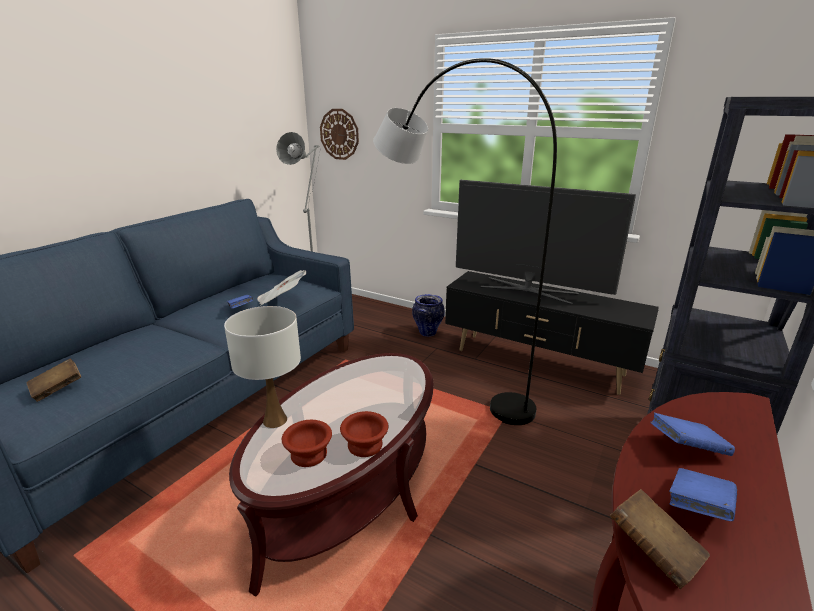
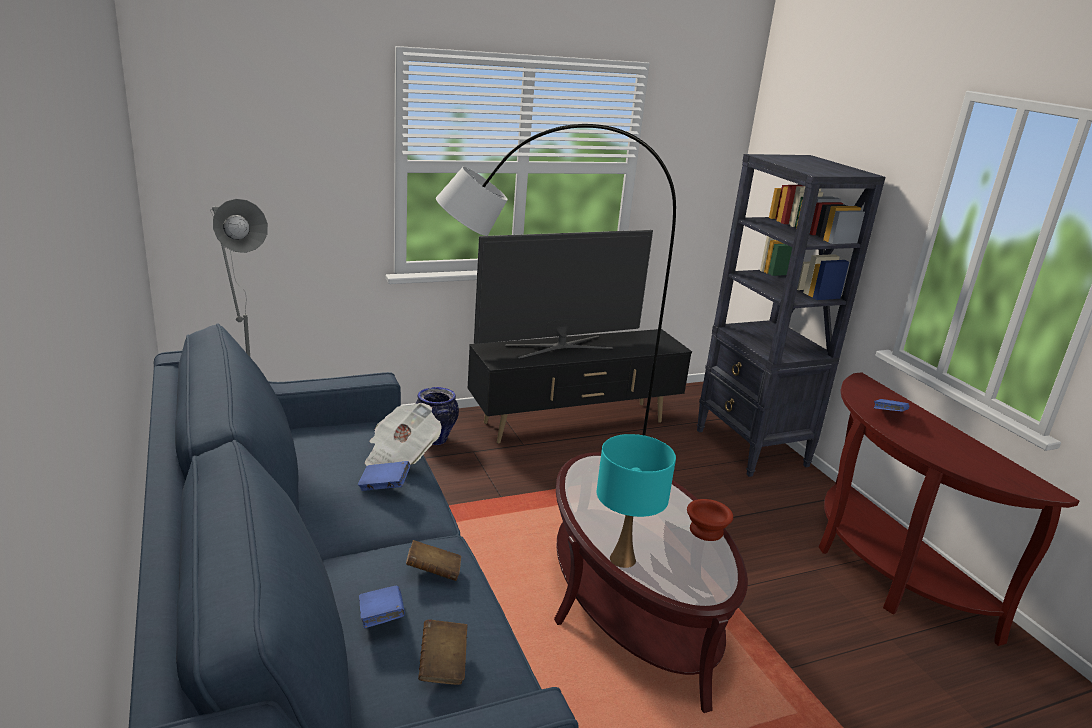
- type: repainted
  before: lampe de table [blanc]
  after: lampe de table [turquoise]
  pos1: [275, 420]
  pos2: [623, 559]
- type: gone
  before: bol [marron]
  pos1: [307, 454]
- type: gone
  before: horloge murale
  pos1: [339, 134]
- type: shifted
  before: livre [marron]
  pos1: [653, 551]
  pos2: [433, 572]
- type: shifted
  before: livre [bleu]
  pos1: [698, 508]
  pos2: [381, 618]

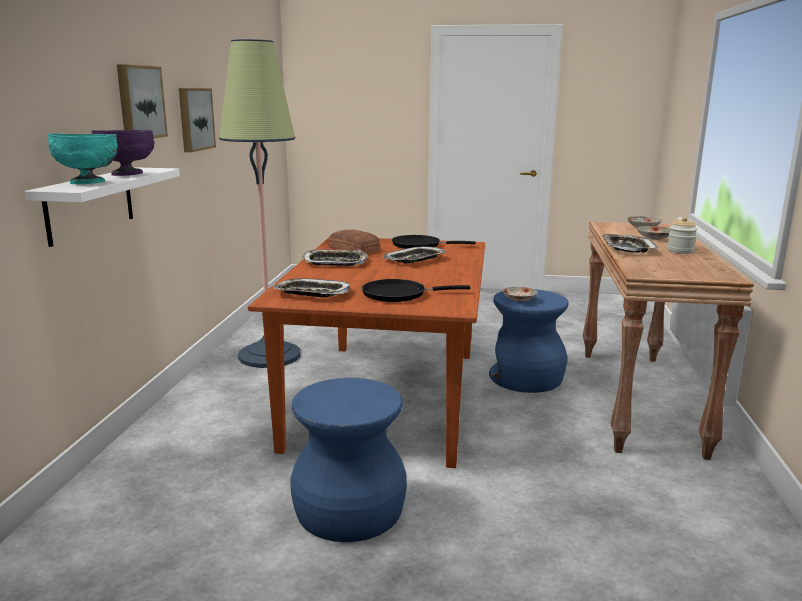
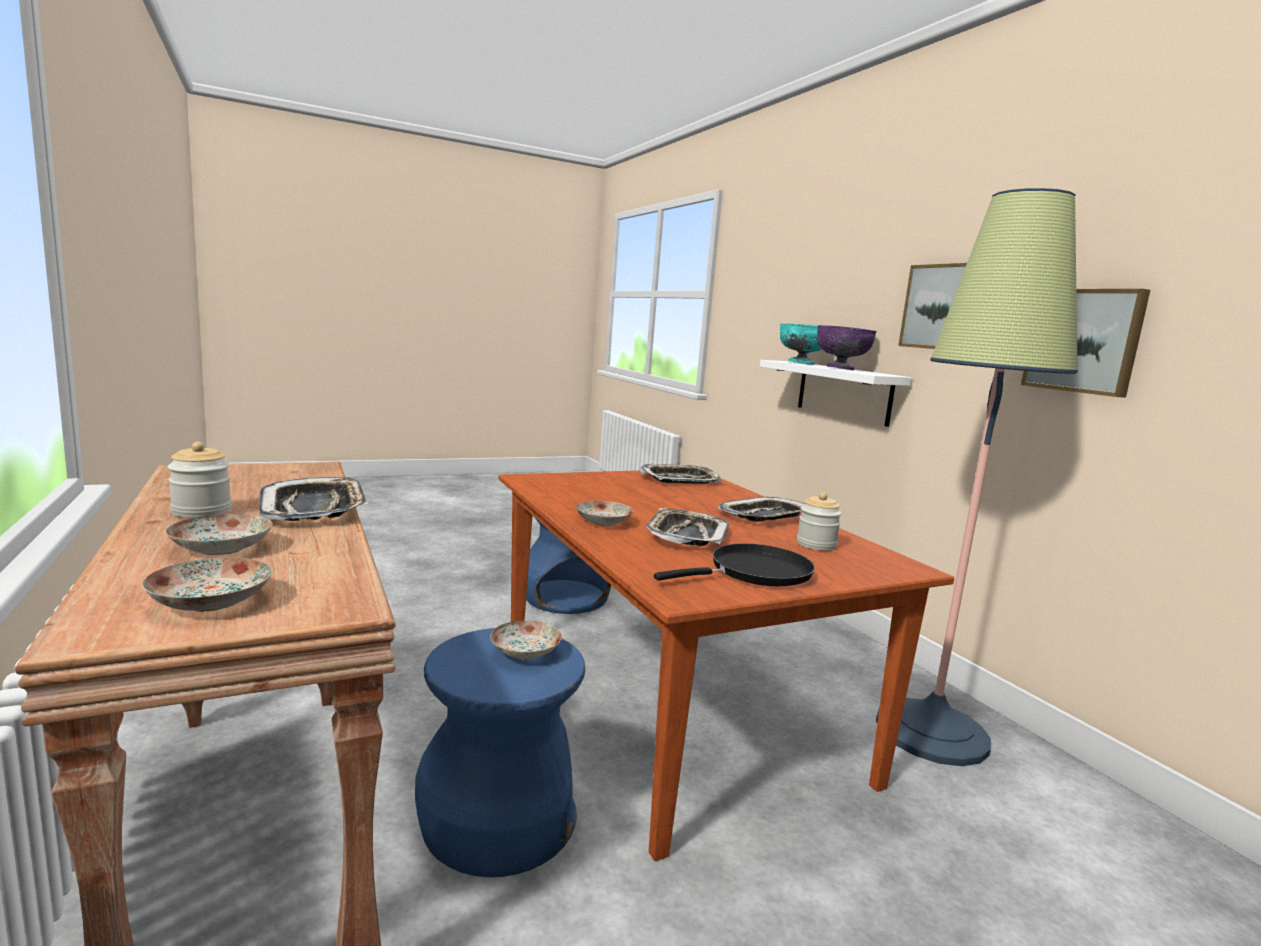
- type: swapped
  before: pain
  after: bocal
  pos1: [354, 249]
  pos2: [816, 544]
- type: gone
  before: poêle [noir]
  pos1: [398, 294]
- type: new
  after: assiette
  pos2: [602, 522]

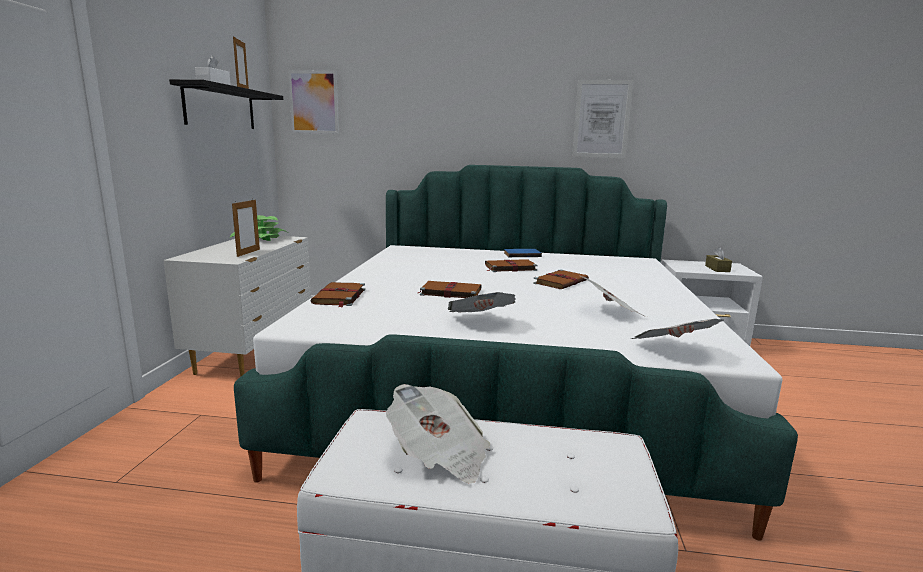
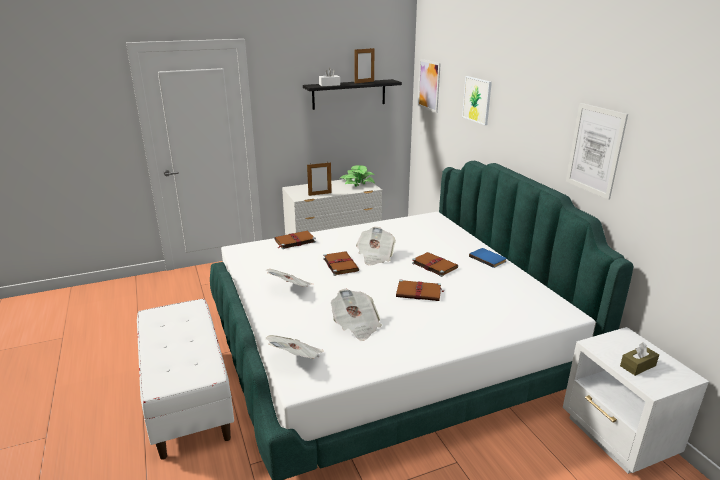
- type: shifted
  before: journal
  pos1: [440, 455]
  pos2: [375, 256]
- type: new
  after: tableau
  pos2: [477, 100]

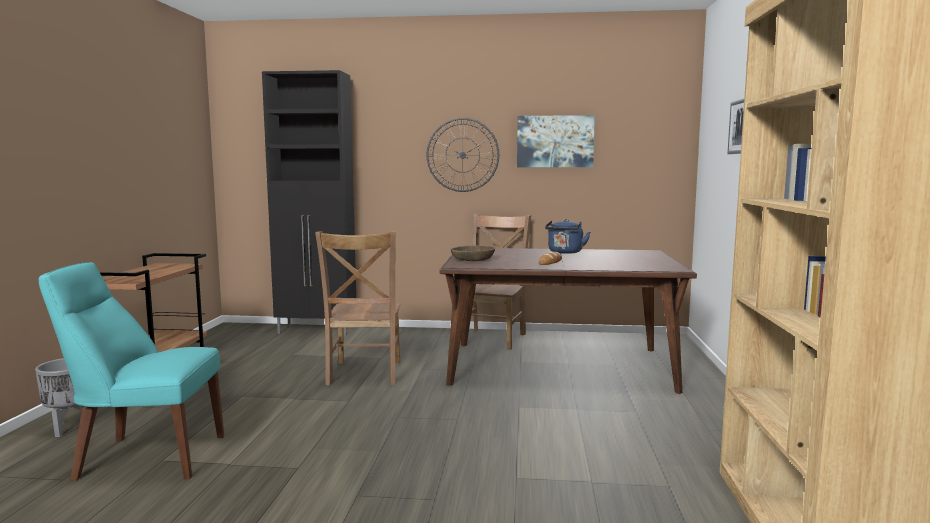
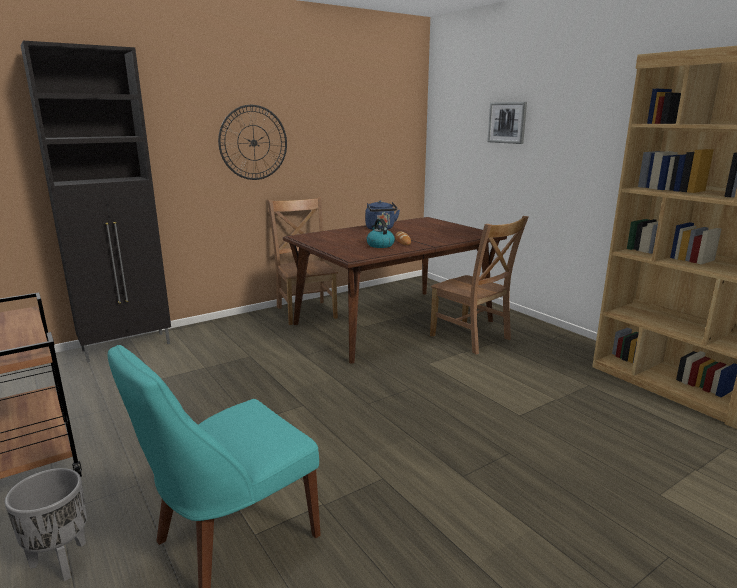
- type: shifted
  before: chaise [marron]
  pos1: [364, 374]
  pos2: [472, 338]
- type: gone
  before: bol [marron]
  pos1: [472, 259]
- type: gone
  before: tableau
  pos1: [555, 141]
- type: new
  after: bouilloire
  pos2: [380, 245]

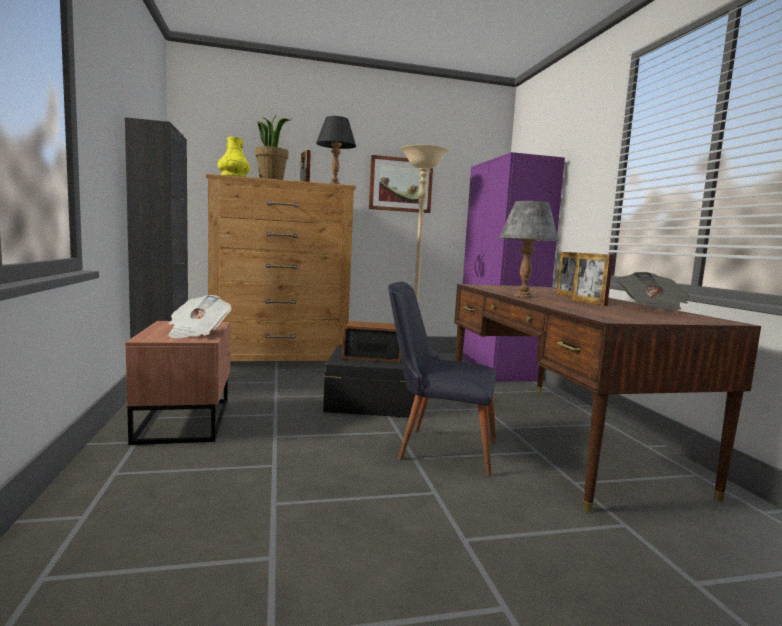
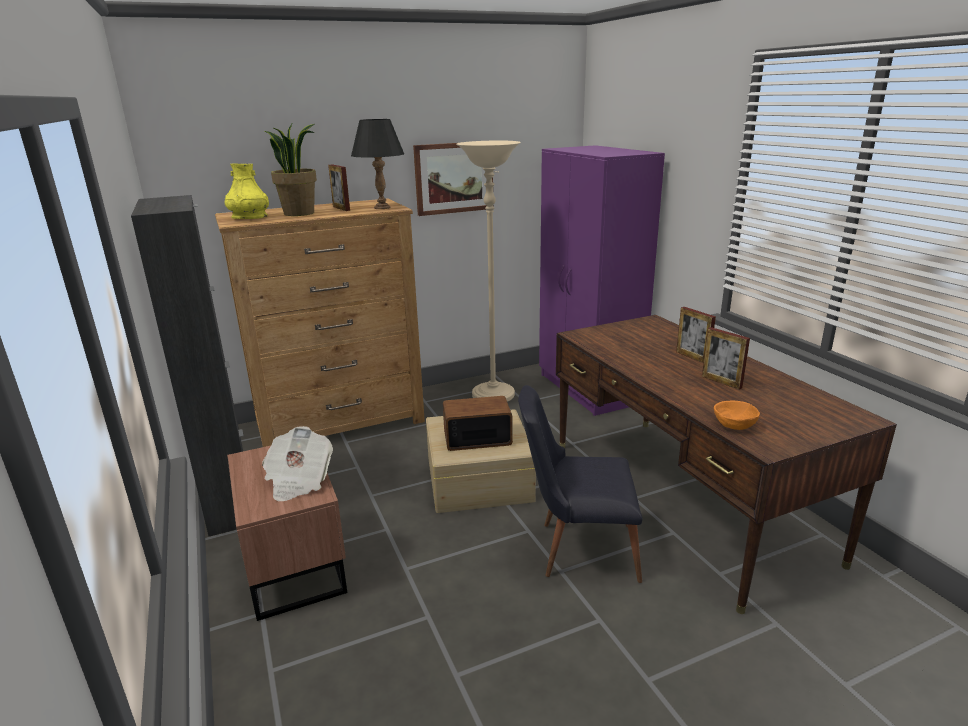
- type: repainted
  before: boîte de rangement [noir]
  after: boîte de rangement [beige]
  pos1: [371, 400]
  pos2: [478, 479]
- type: gone
  before: lampe de table [gris]
  pos1: [523, 296]
- type: gone
  before: journal
  pos1: [652, 310]
- type: new
  after: bol [orange]
  pos2: [734, 425]

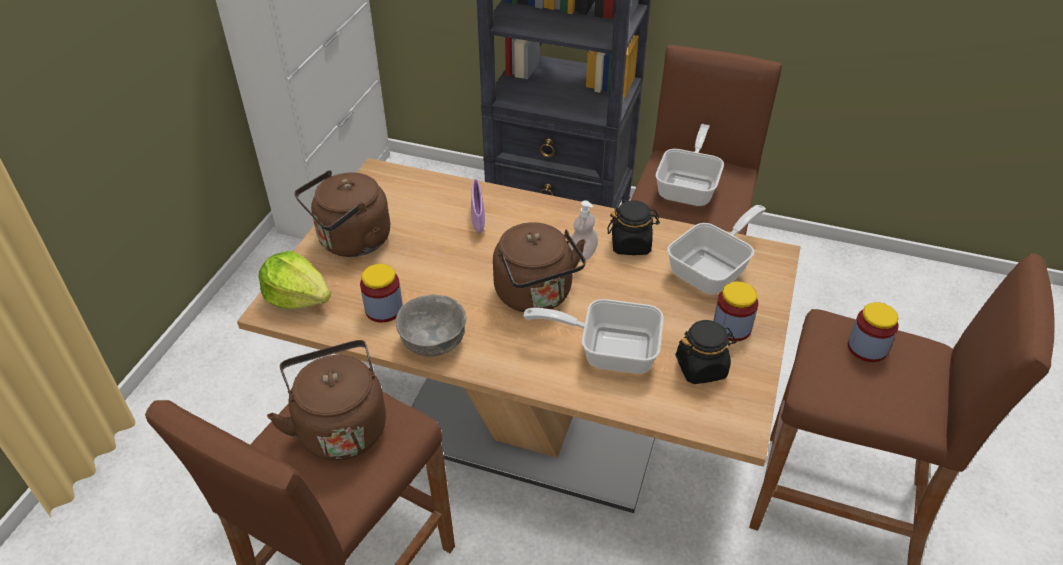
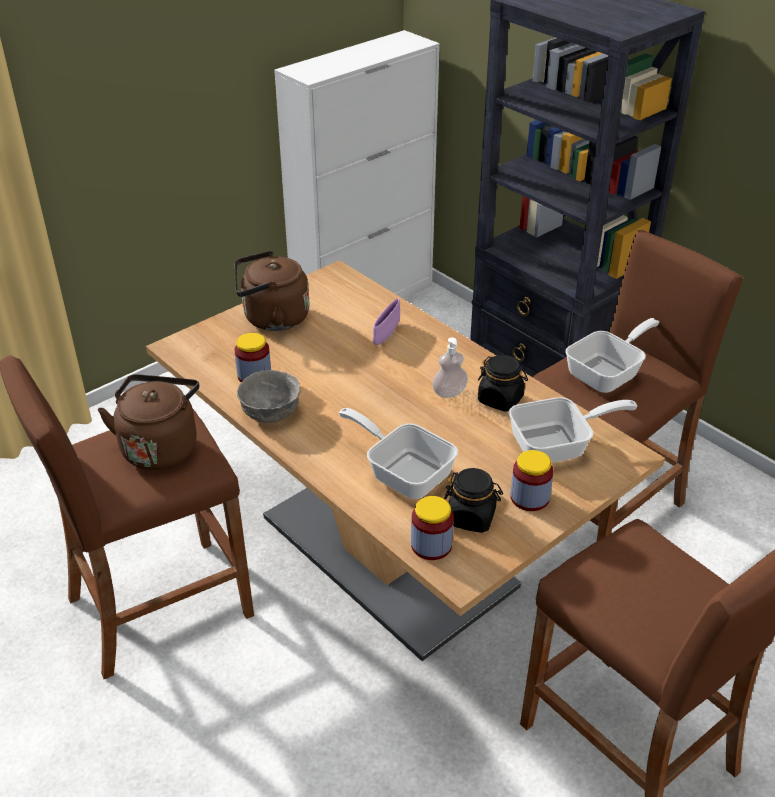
- type: gone
  before: laitue
  pos1: [298, 297]
- type: gone
  before: bouilloire [marron]
  pos1: [536, 296]
- type: shifted
  before: bocal
  pos1: [867, 348]
  pos2: [431, 545]

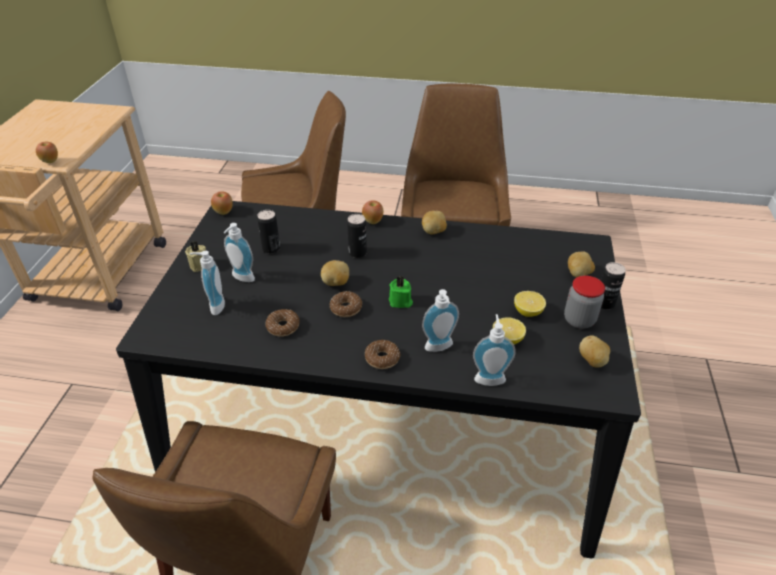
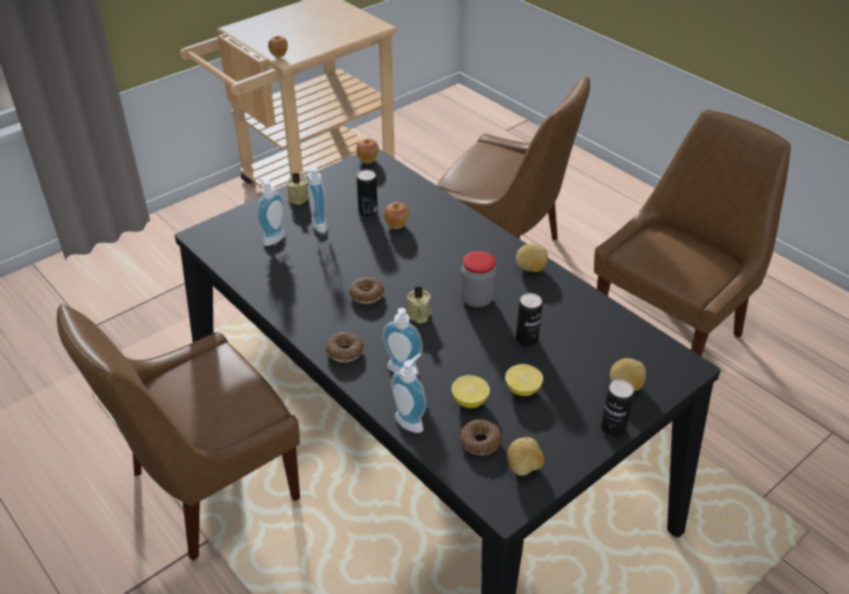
- type: shifted
  before: beignet
  pos1: [283, 327]
  pos2: [480, 442]
- type: gone
  before: pomme de terre
  pos1: [336, 283]
- type: shifted
  before: boîte métallique
  pos1: [357, 253]
  pos2: [527, 339]
- type: shifted
  before: pomme
  pos1: [373, 221]
  pos2: [397, 226]
- type: repainted
  before: bougie [vert]
  after: bougie [beige]
  pos1: [400, 301]
  pos2: [418, 315]
- type: shifted
  before: bocal
  pos1: [579, 320]
  pos2: [477, 299]

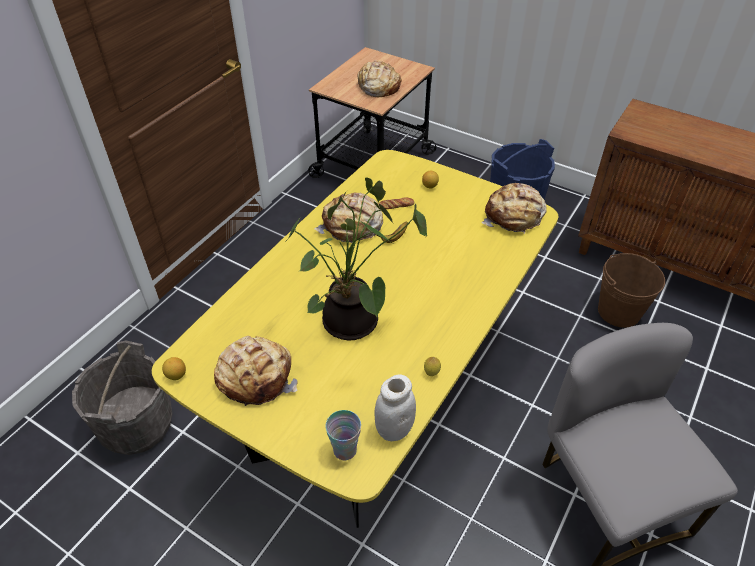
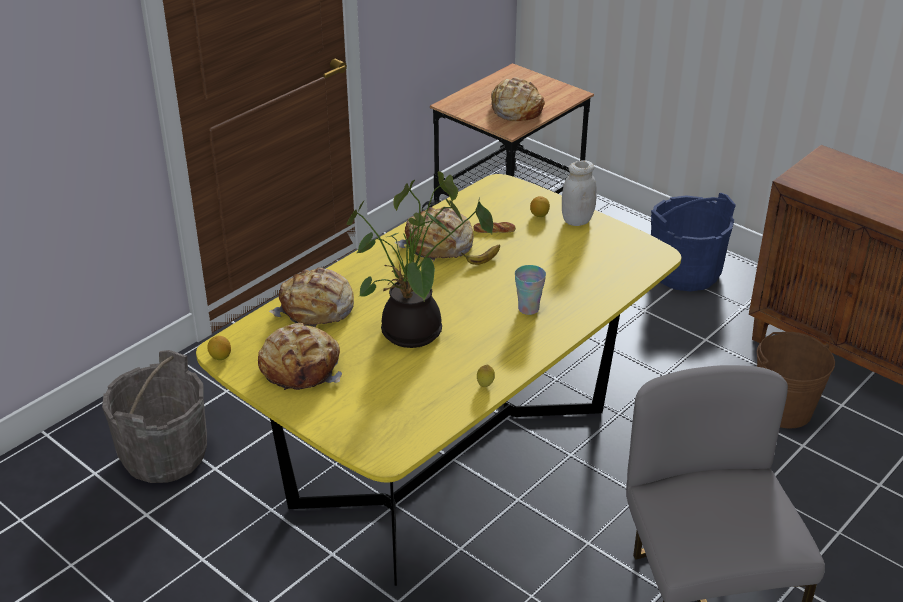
- type: shifted
  before: tasse
  pos1: [345, 450]
  pos2: [528, 308]
- type: shifted
  before: bocal [blanc]
  pos1: [394, 429]
  pos2: [577, 220]
- type: shifted
  before: pain
  pos1: [514, 216]
  pos2: [317, 309]

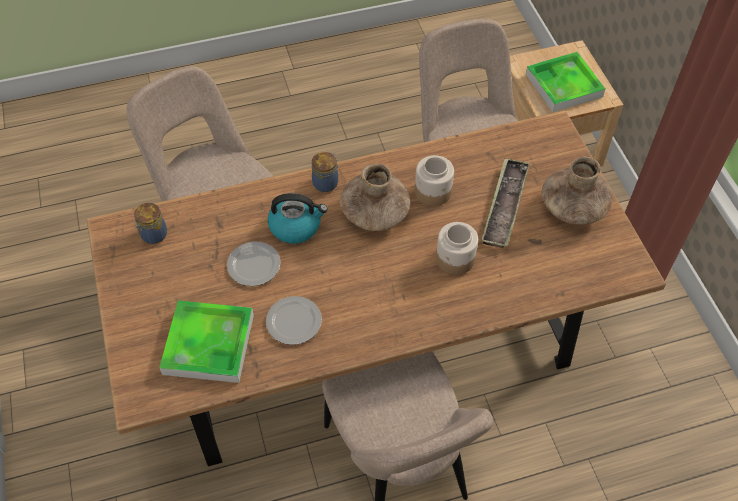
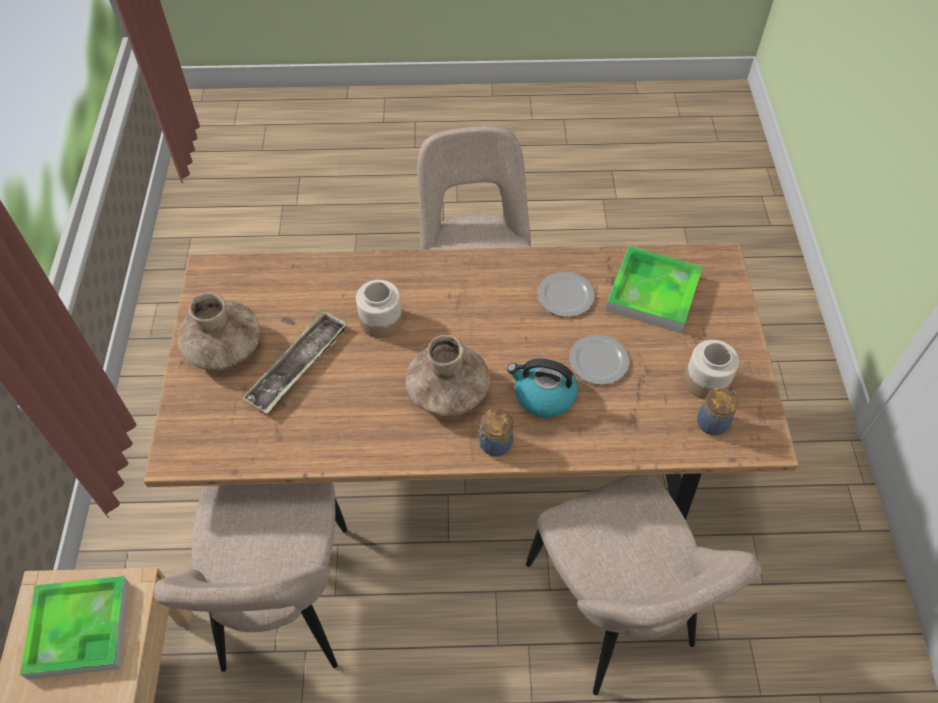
- type: shifted
  before: bocal
  pos1: [433, 192]
  pos2: [705, 381]

